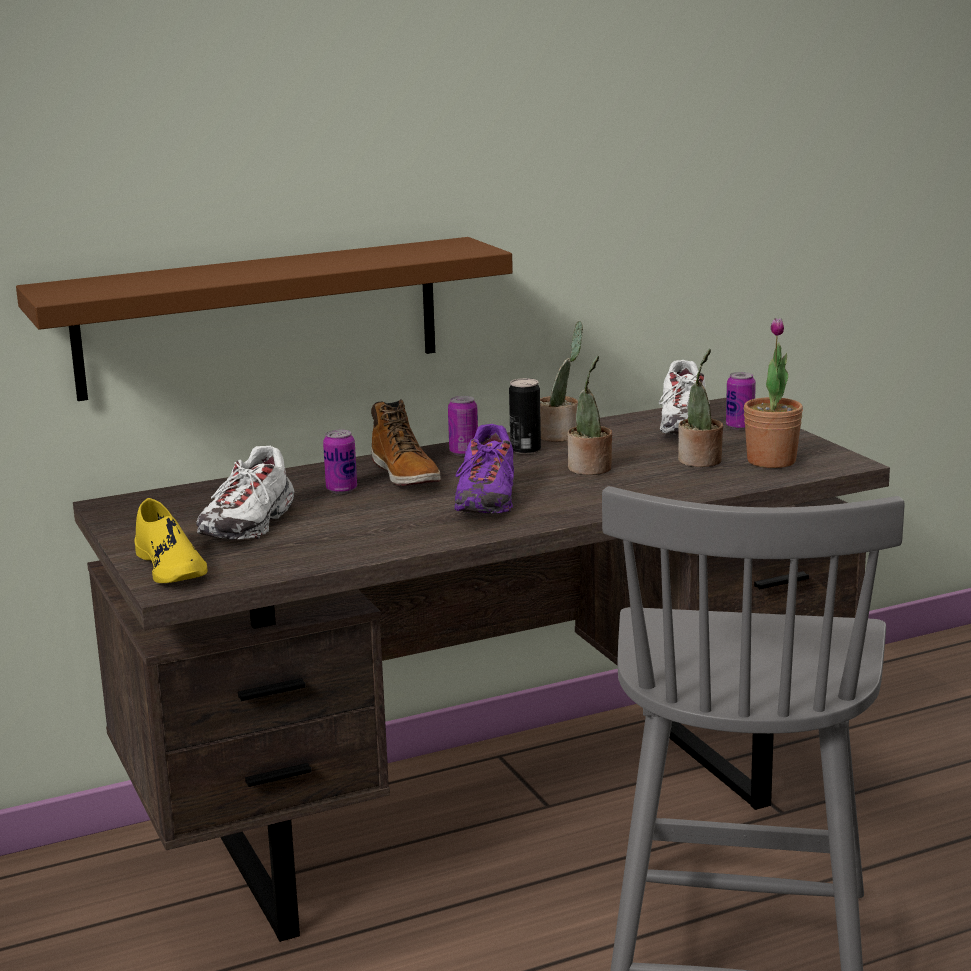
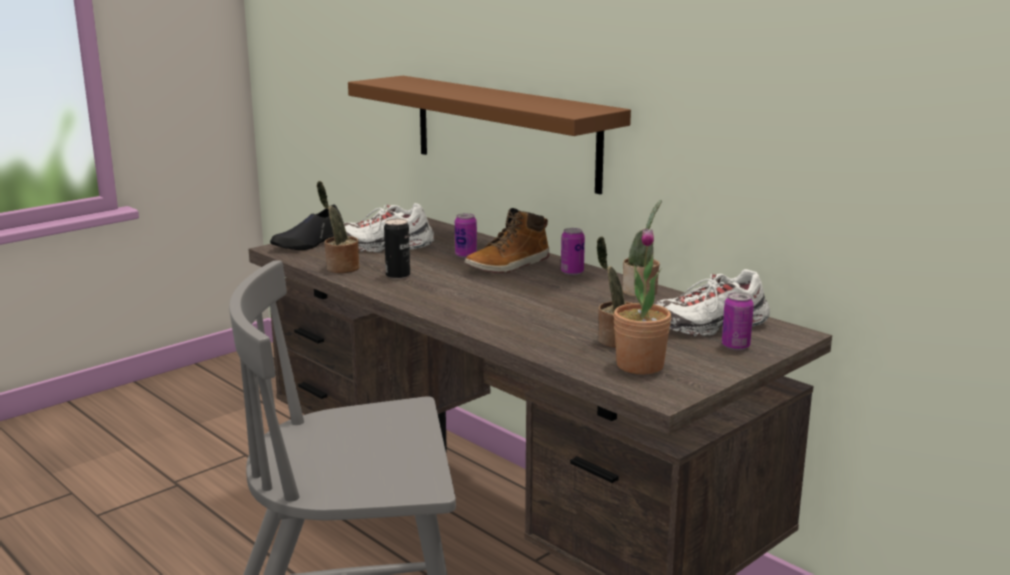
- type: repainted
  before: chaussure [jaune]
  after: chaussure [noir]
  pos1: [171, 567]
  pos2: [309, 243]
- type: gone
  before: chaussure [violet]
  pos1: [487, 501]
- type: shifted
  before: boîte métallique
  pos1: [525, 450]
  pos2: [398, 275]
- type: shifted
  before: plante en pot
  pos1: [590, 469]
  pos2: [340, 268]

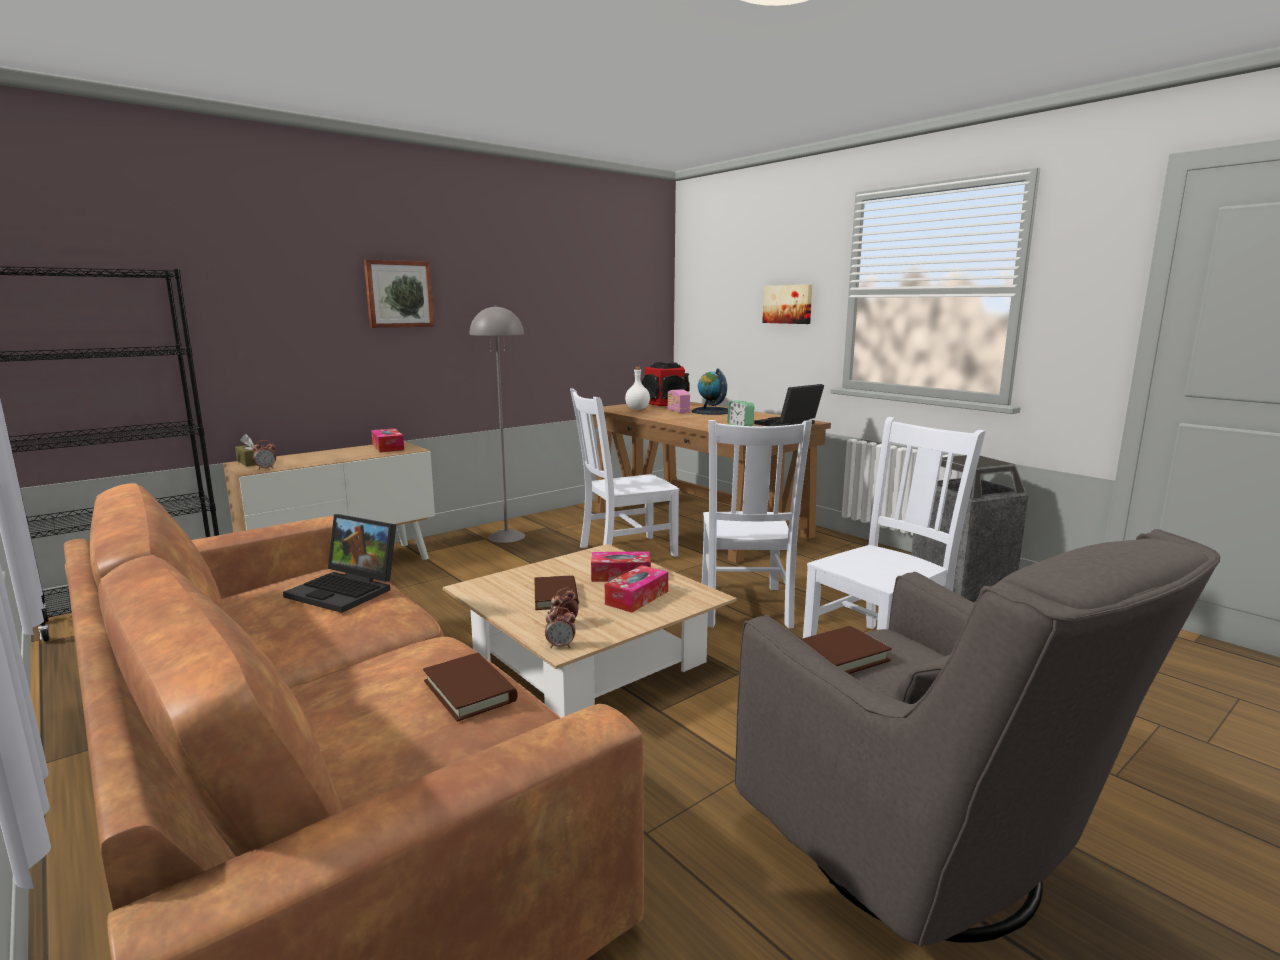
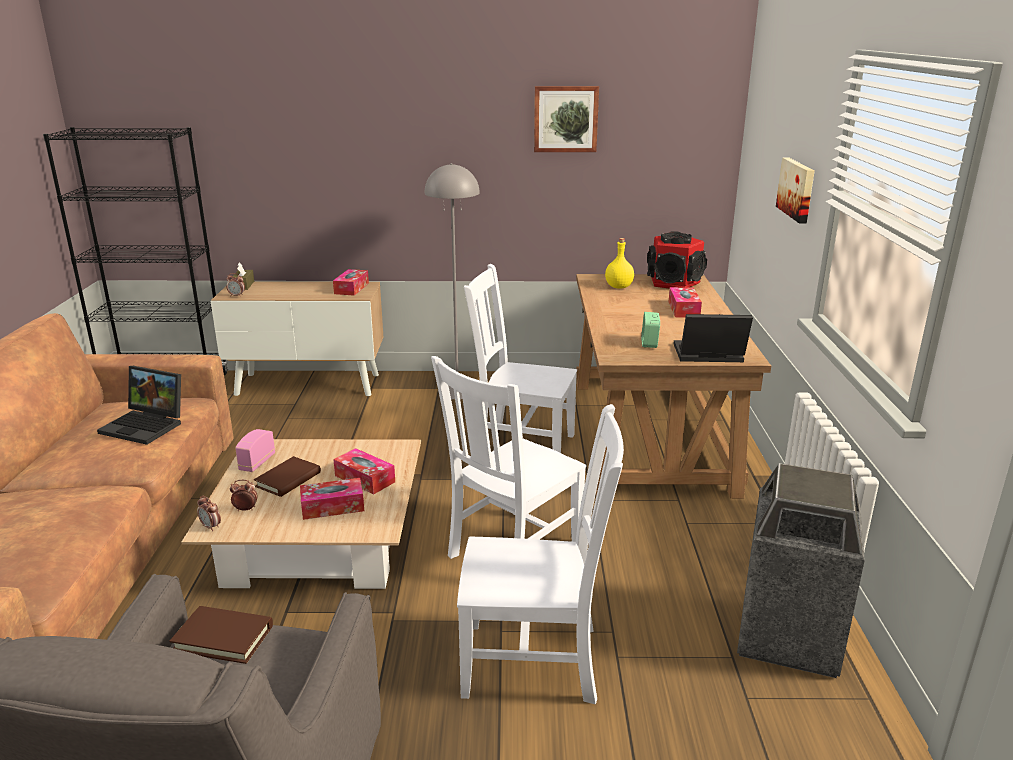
- type: rotated
  before: ordinateur portable
  pos1: [347, 590]
  pos2: [147, 425]
  turn: -45
- type: shifted
  before: tableau
  pos1: [399, 294]
  pos2: [565, 119]
- type: gone
  before: livre [marron]
  pos1: [469, 691]
- type: repainted
  before: bouteille [blanc]
  after: bouteille [jaune]
  pos1: [638, 409]
  pos2: [619, 287]
- type: shifted
  before: radio
  pos1: [678, 411]
  pos2: [257, 462]
- type: swapped
  before: globe
  after: boîte à mouchoirs
  pos1: [711, 411]
  pos2: [683, 309]

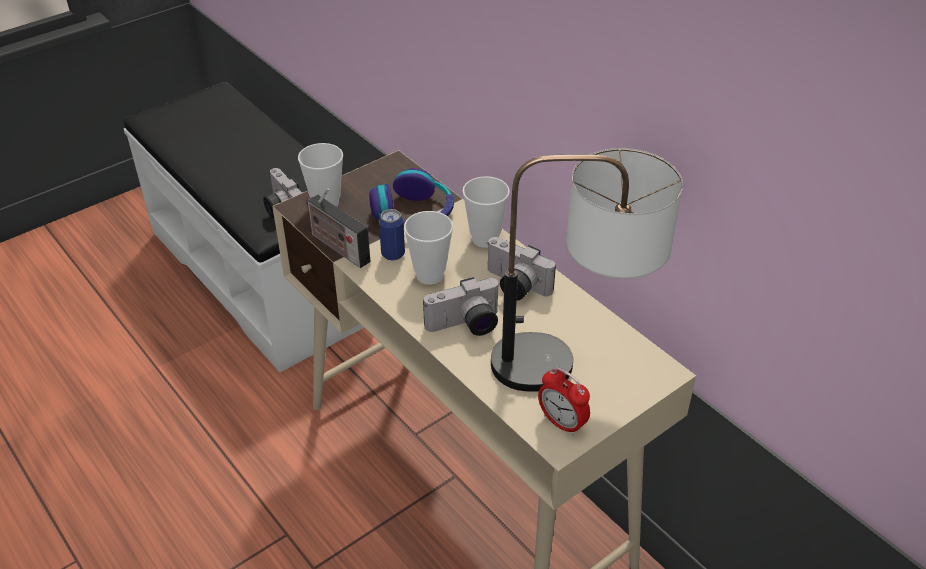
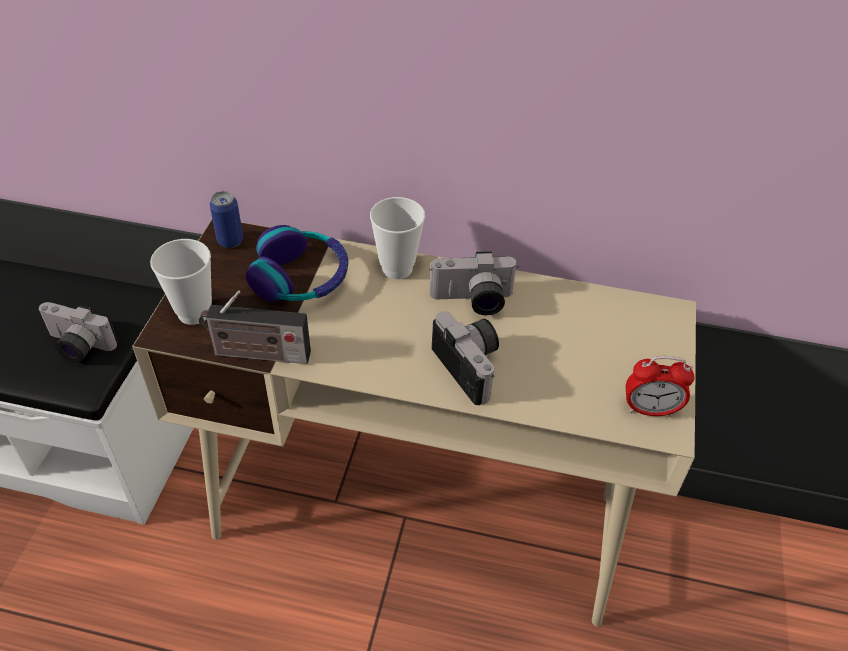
- type: shifted
  before: boîte métallique
  pos1: [393, 254]
  pos2: [230, 241]
- type: gone
  before: tasse
  pos1: [430, 275]
- type: rotated
  before: appareil photo
  pos1: [465, 326]
  pos2: [472, 366]
  turn: -60
- type: gone
  before: lampe de table
  pos1: [572, 364]

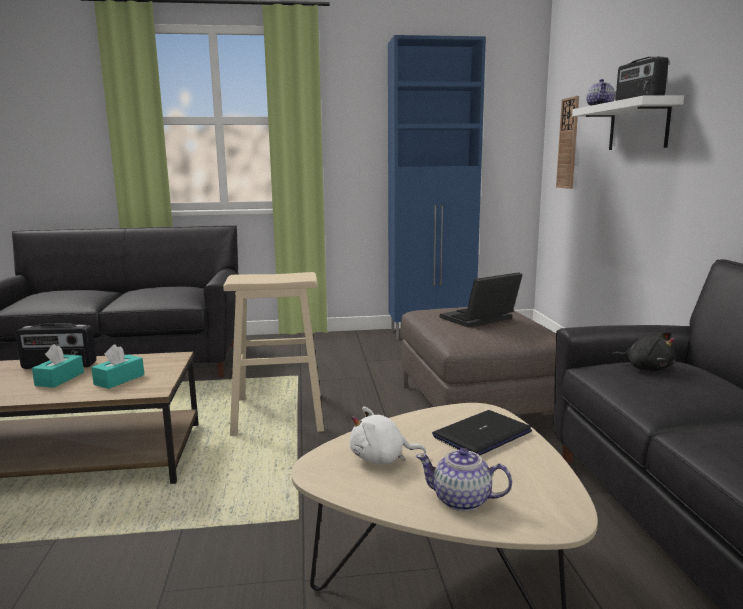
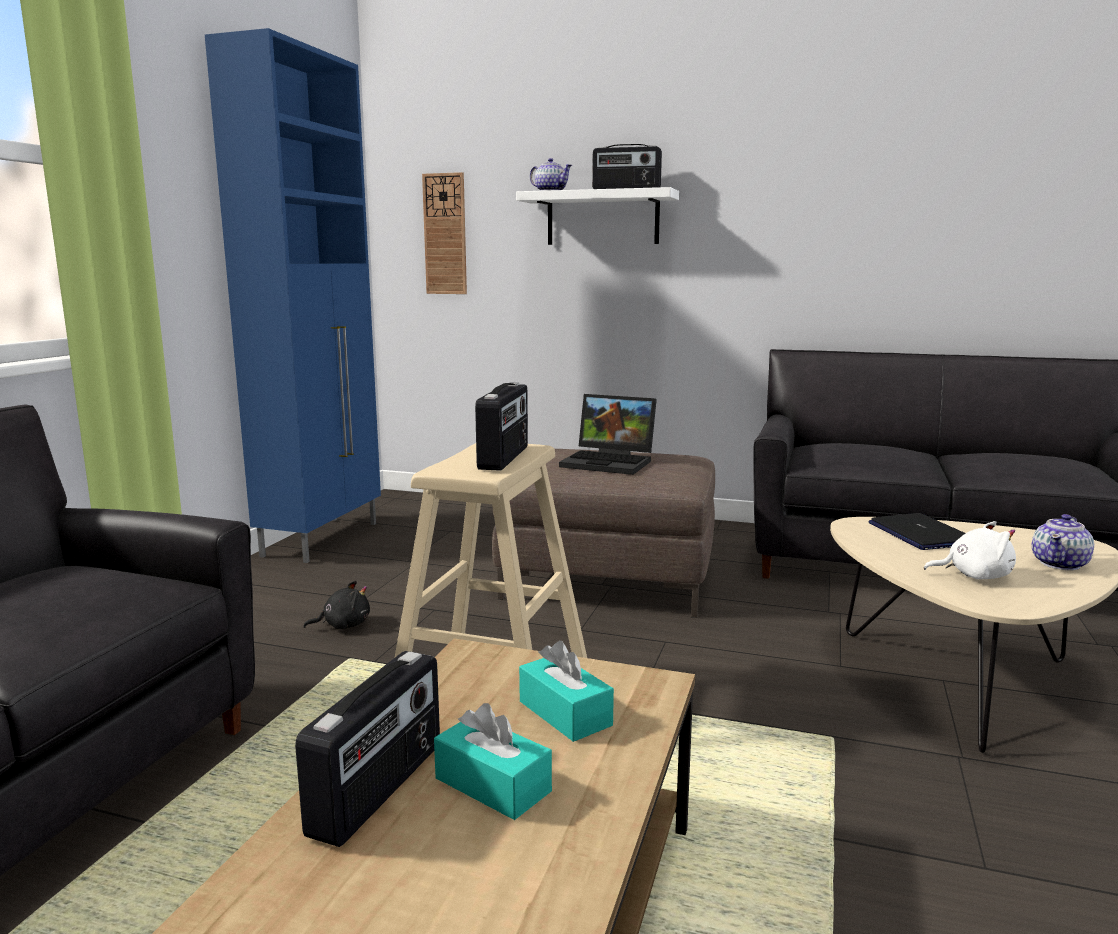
- type: rotated
  before: peluche [blanc]
  pos1: [381, 459]
  pos2: [974, 576]
  turn: -105
- type: rotated
  before: ordinateur portable
  pos1: [479, 320]
  pos2: [611, 462]
  turn: -60
- type: shifted
  before: peluche [noir]
  pos1: [646, 368]
  pos2: [343, 625]
- type: new
  after: radio
  pos2: [505, 458]

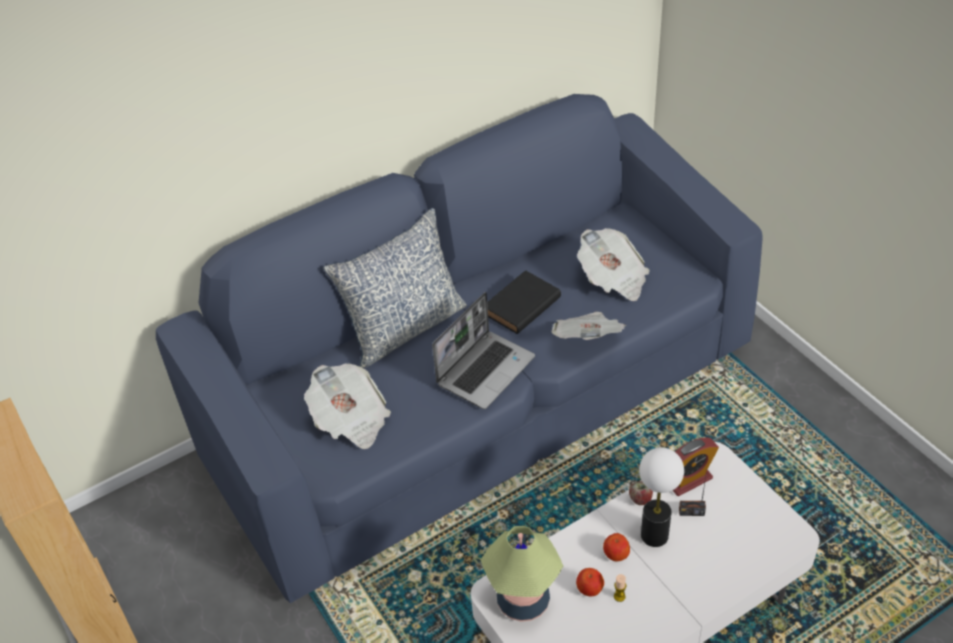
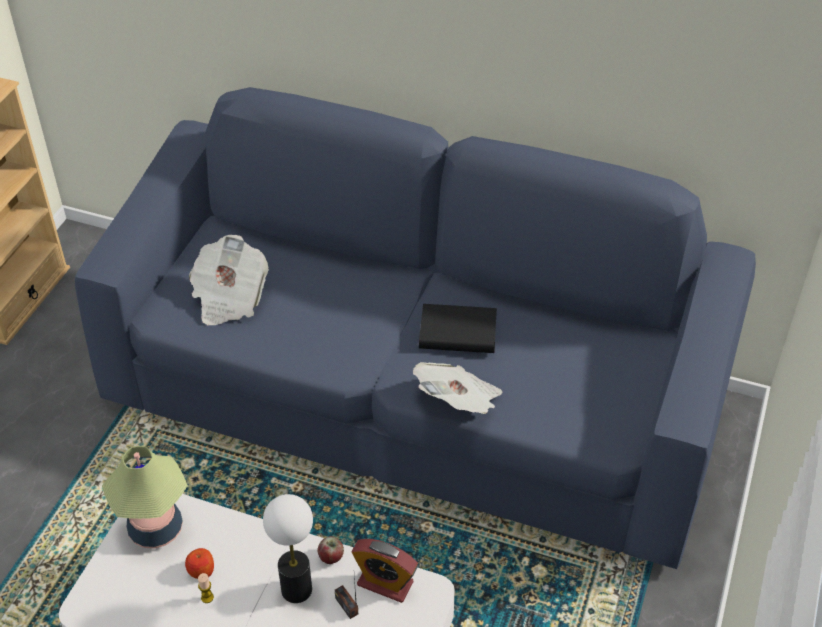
- type: gone
  before: coussin
  pos1: [404, 328]
- type: gone
  before: ordinateur portable
  pos1: [485, 370]
- type: gone
  before: journal
  pos1: [613, 279]
- type: gone
  before: pomme
  pos1: [616, 553]

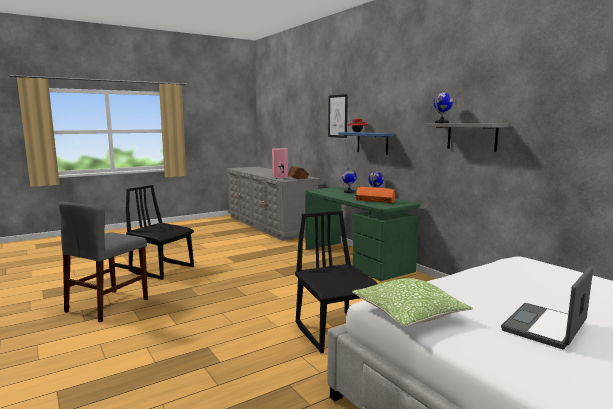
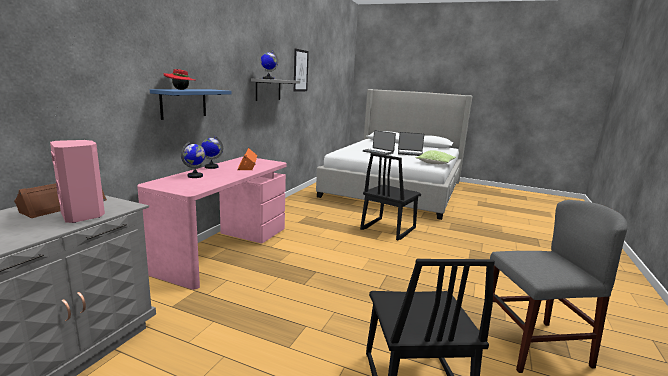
- type: repainted
  before: bureau [vert]
  after: bureau [rose]
  pos1: [356, 259]
  pos2: [224, 248]
- type: shifted
  before: tableau
  pos1: [338, 116]
  pos2: [300, 70]
- type: new
  after: ordinateur portable
  pos2: [378, 152]

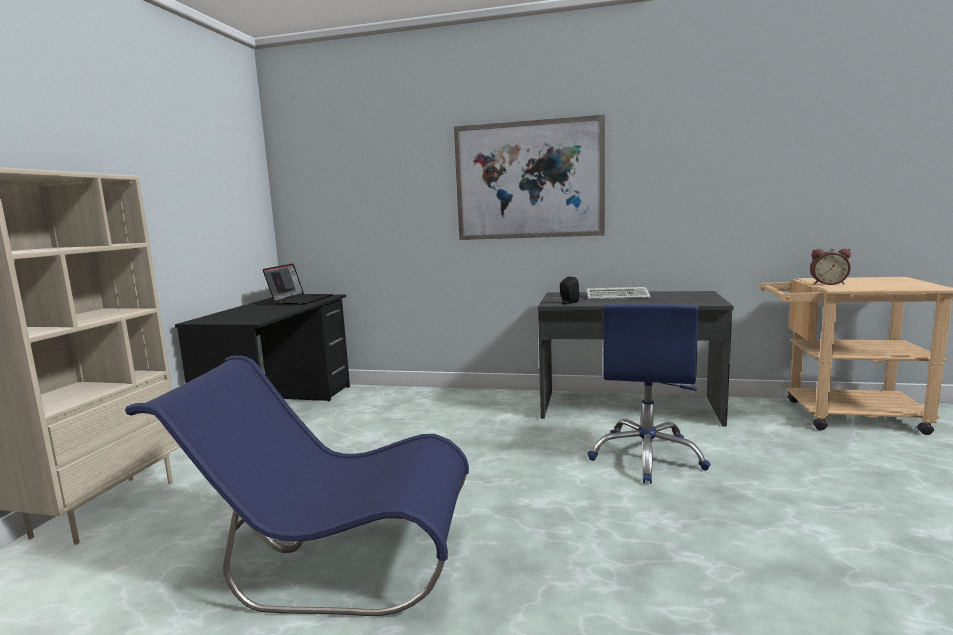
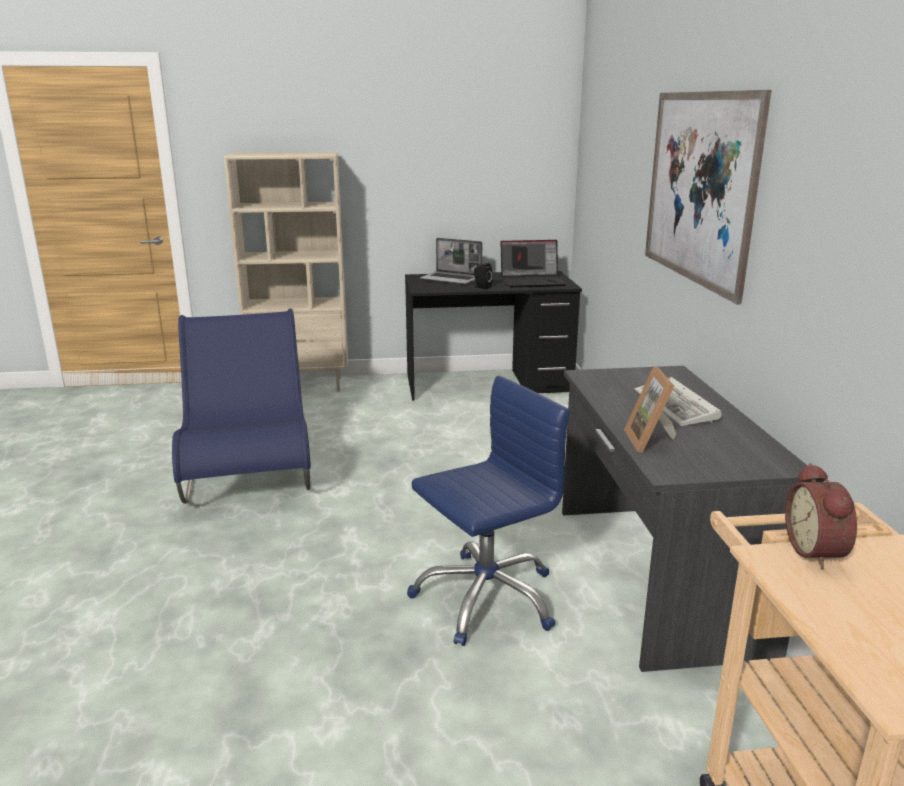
- type: shifted
  before: enceinte [noir]
  pos1: [568, 303]
  pos2: [481, 287]
- type: rotated
  before: chaise de bureau [bleu]
  pos1: [647, 456]
  pos2: [485, 597]
  turn: 150
- type: new
  after: ordinateur portable
  pos2: [452, 279]
- type: new
  after: cadre photo
  pos2: [651, 441]

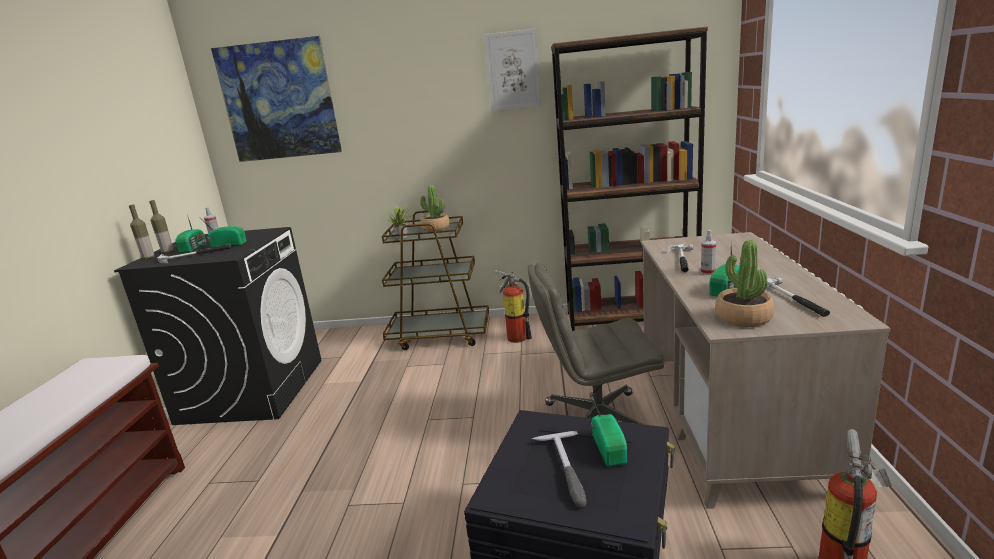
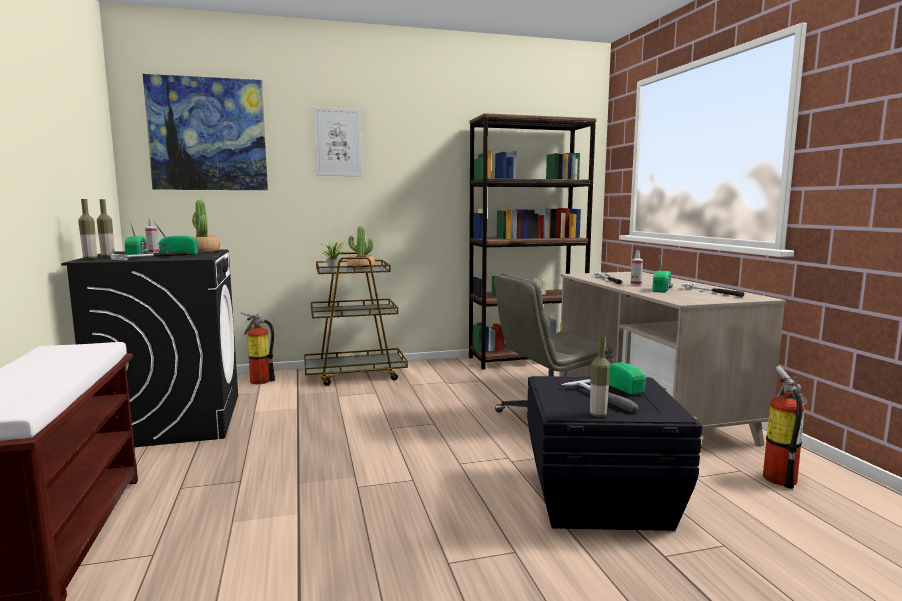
- type: shifted
  before: tableau
  pos1: [513, 71]
  pos2: [338, 142]
- type: shifted
  before: extincteur
  pos1: [515, 337]
  pos2: [258, 380]
- type: shifted
  before: plante en pot
  pos1: [743, 318]
  pos2: [202, 251]
- type: new
  after: bouteille
  pos2: [598, 415]

